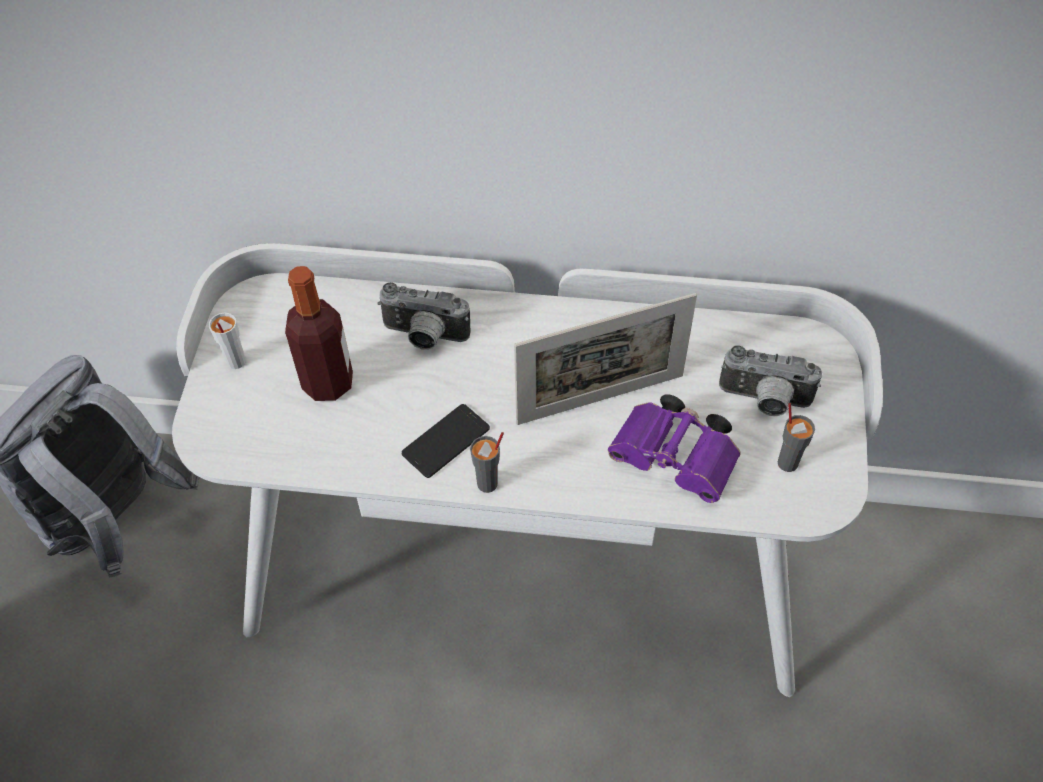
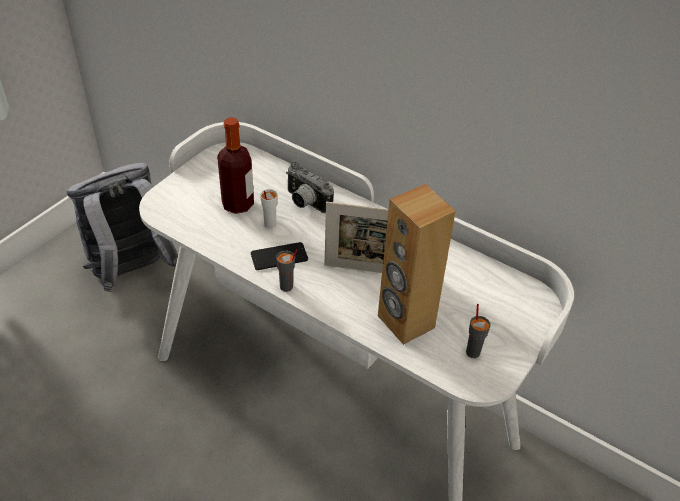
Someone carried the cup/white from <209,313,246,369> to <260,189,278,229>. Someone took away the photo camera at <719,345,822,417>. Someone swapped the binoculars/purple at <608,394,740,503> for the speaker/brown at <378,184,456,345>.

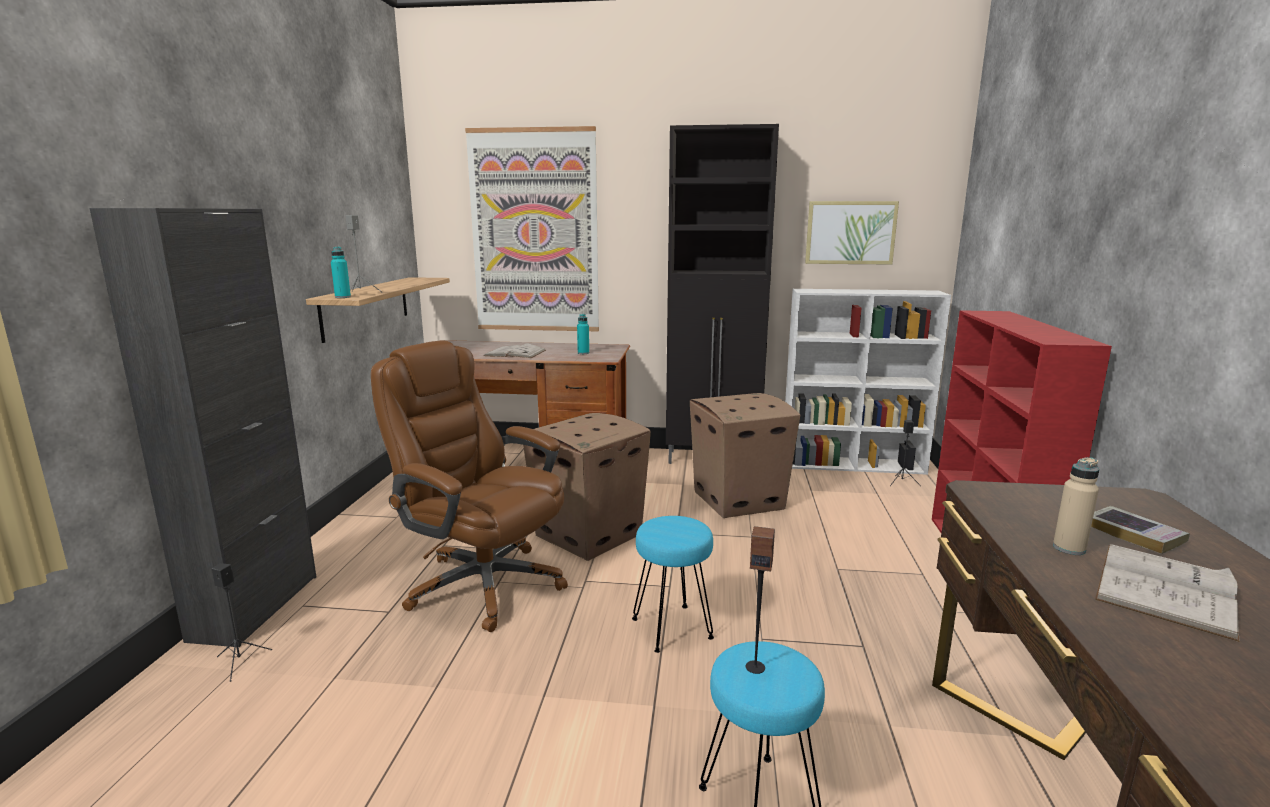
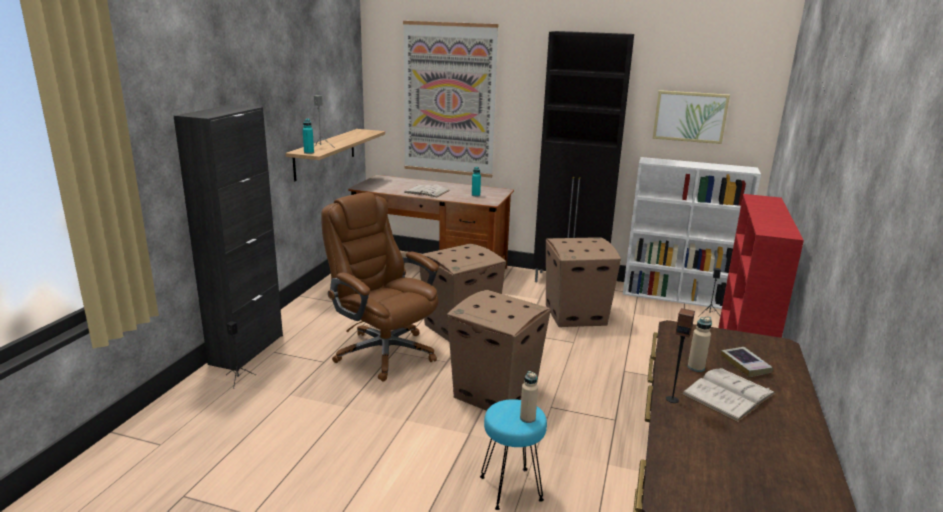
Someone swapped the stool/turquoise at <632,516,714,653> for the cardboard box at <447,290,551,411>. Someone carried the speaker from <746,526,775,674> to <666,308,695,403>. Someone put down the bottle/beige at <520,371,538,423>.

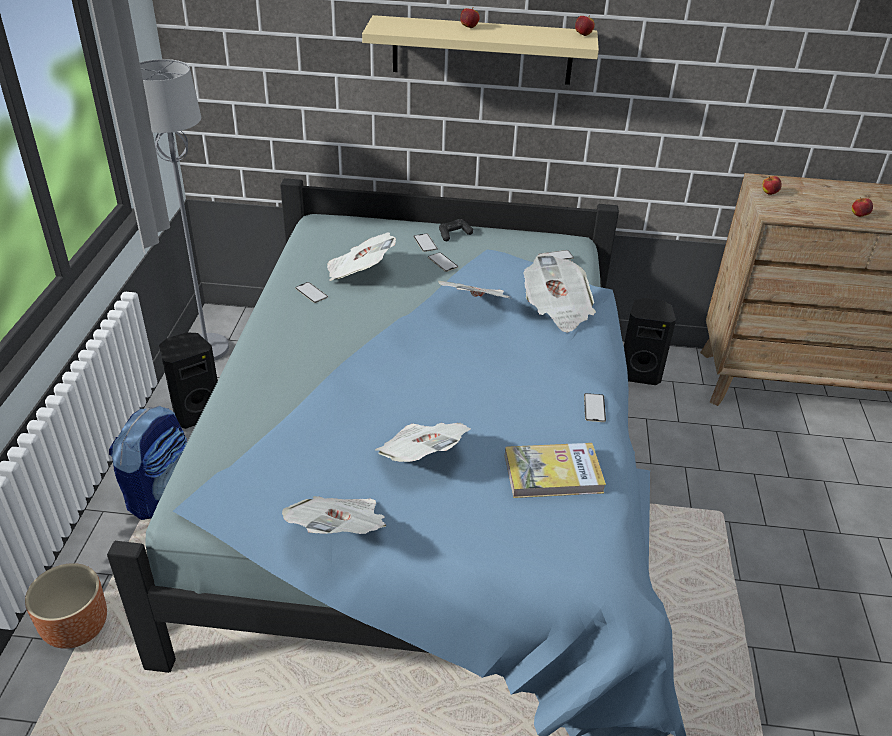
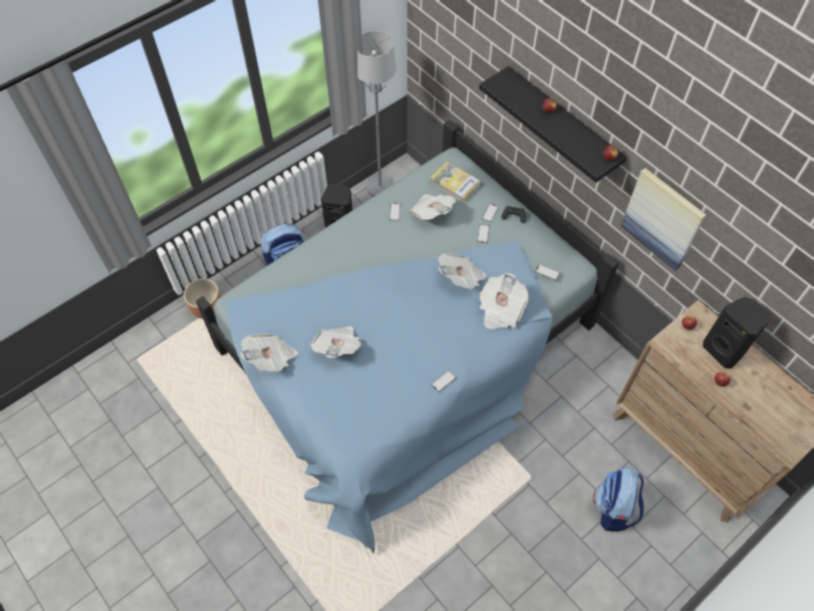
Someone repainted the shelf/beige at <362,15,599,85>, which became the shelf/black at <479,66,627,183>. Someone carried the speaker/black from <624,298,676,385> to <703,297,770,369>. Someone carried the book from <505,443,606,498> to <430,161,481,202>. Someone put up the picture at <621,168,706,271>. Someone put down the backpack at <593,466,644,532>.

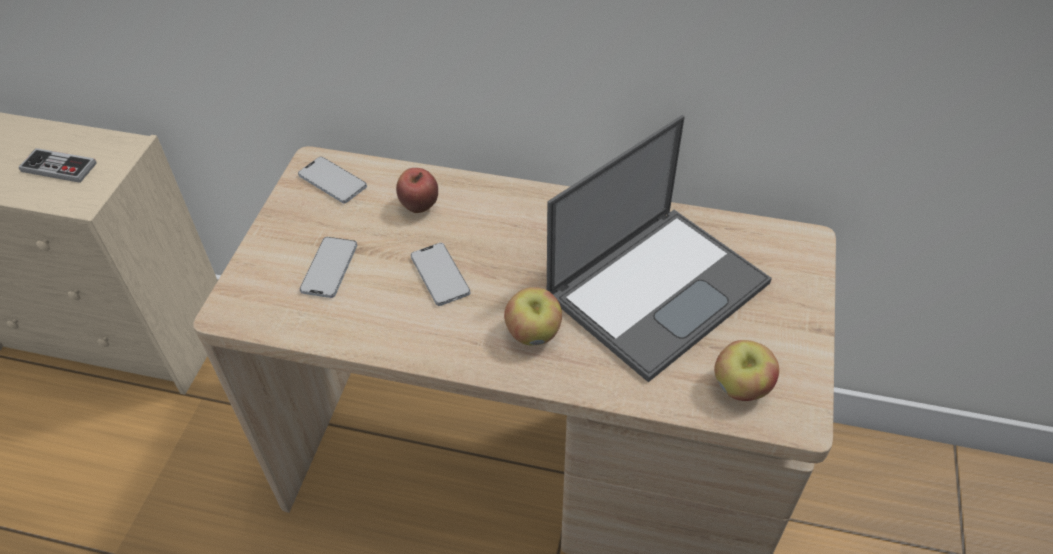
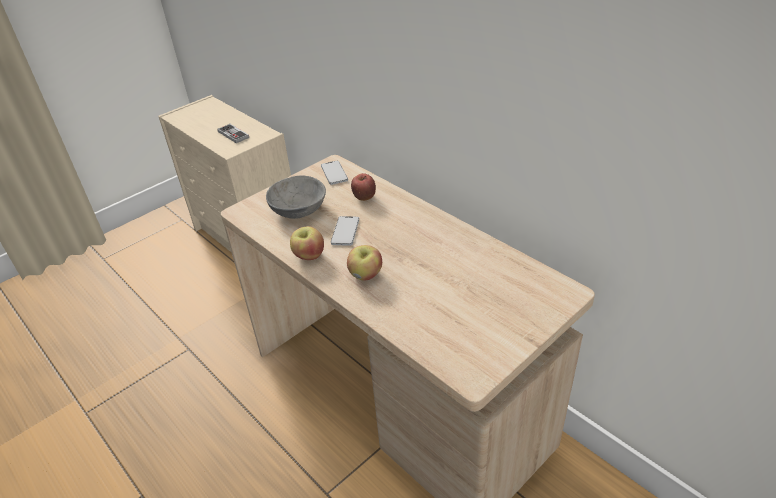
Someone took away the laptop at <547,115,772,382>. Someone swapped the phone at <300,237,357,298> for the bowl/grey at <266,175,326,219>. Someone carried the apple from <714,340,779,401> to <290,226,324,260>.

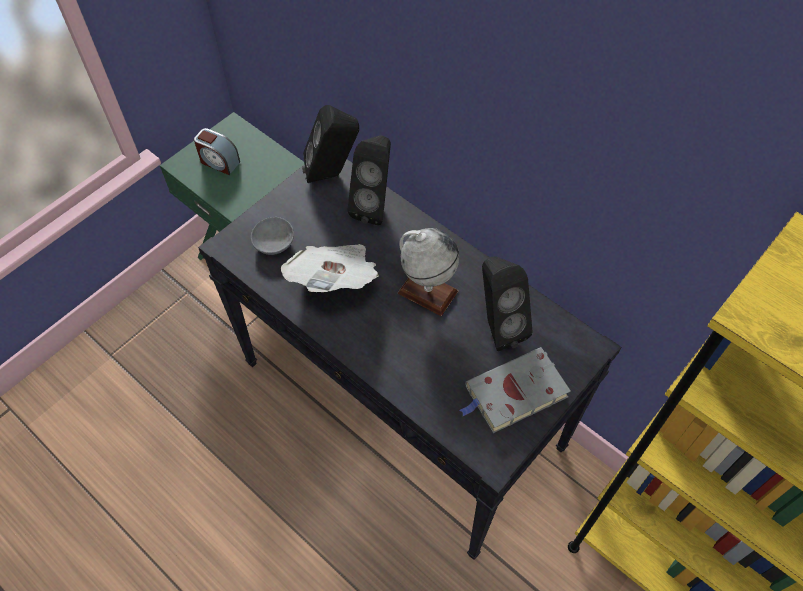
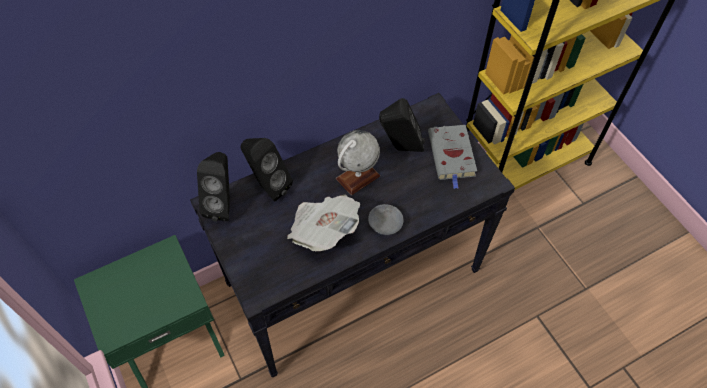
Someone took away the alarm clock at <194,128,240,175>. Someone carried the bowl/grey from <251,217,294,255> to <368,204,404,235>.

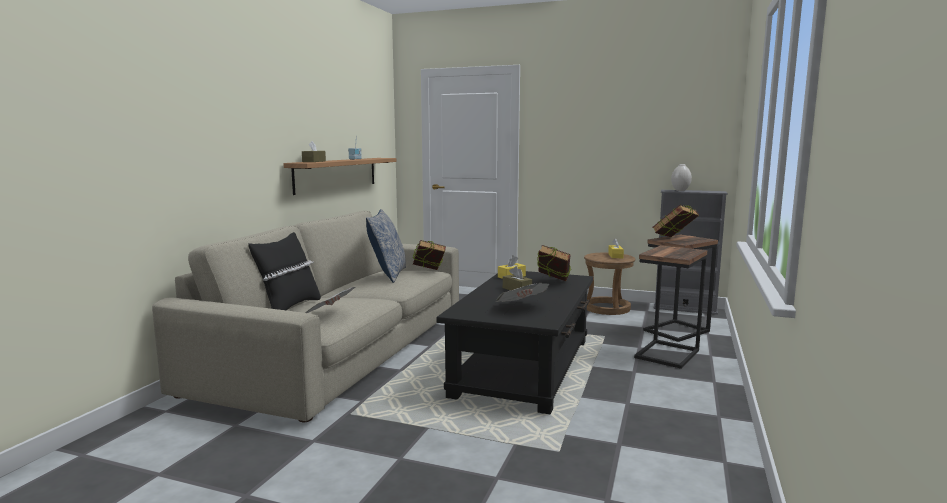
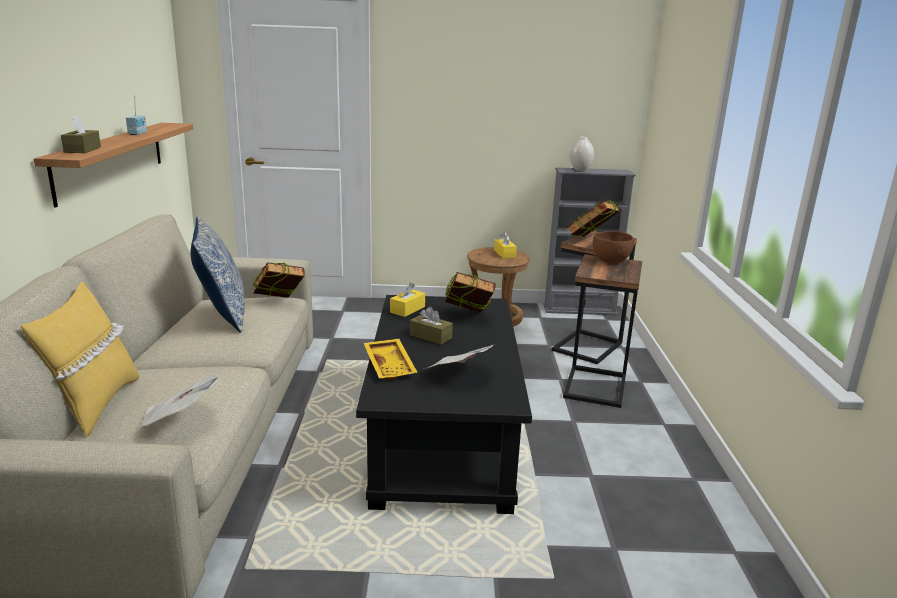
Someone repainted the pillow/black at <248,232,321,310>, which became the pillow/yellow at <21,282,139,437>. Someone put down the bowl/brown at <593,231,634,264>. Someone put down the tray/yellow at <364,339,417,380>.

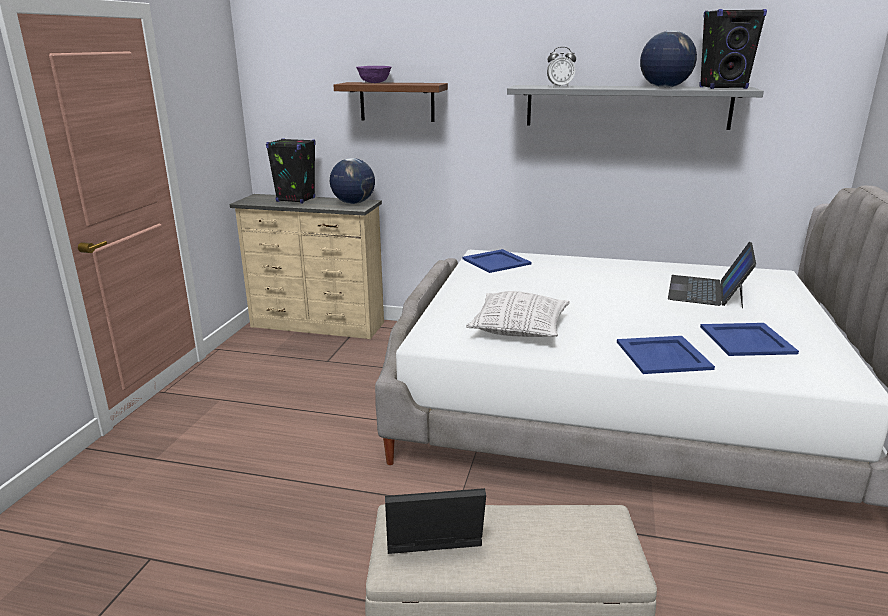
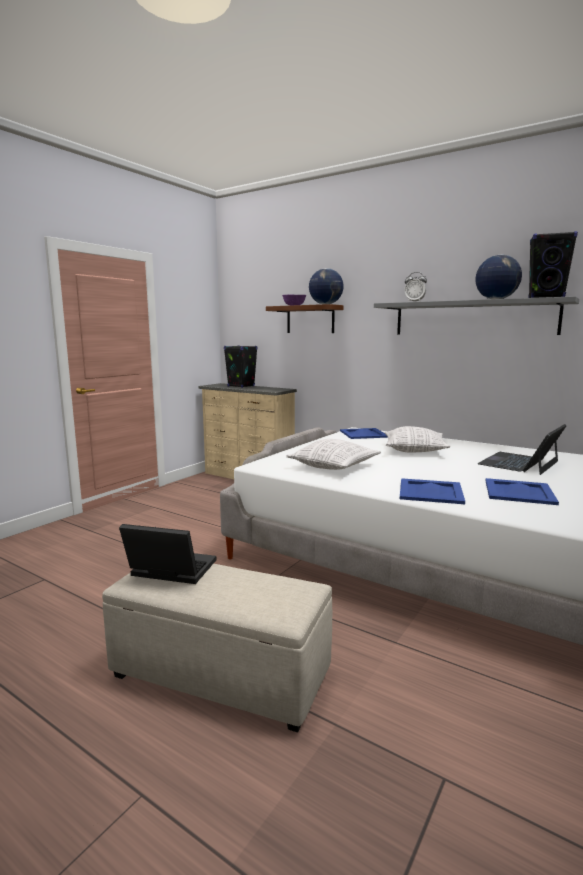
Someone carried the globe from <330,158,375,204> to <309,268,344,304>. Someone put down the pillow at <384,426,451,453>.

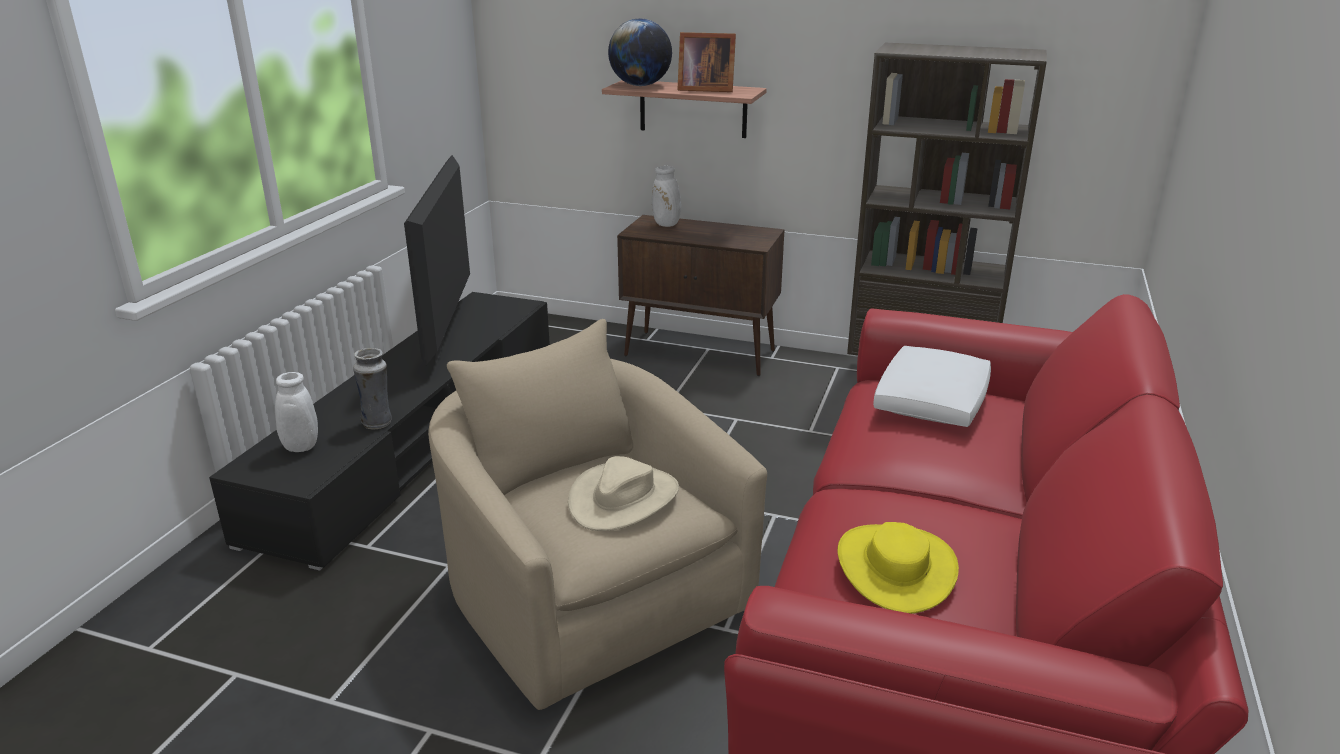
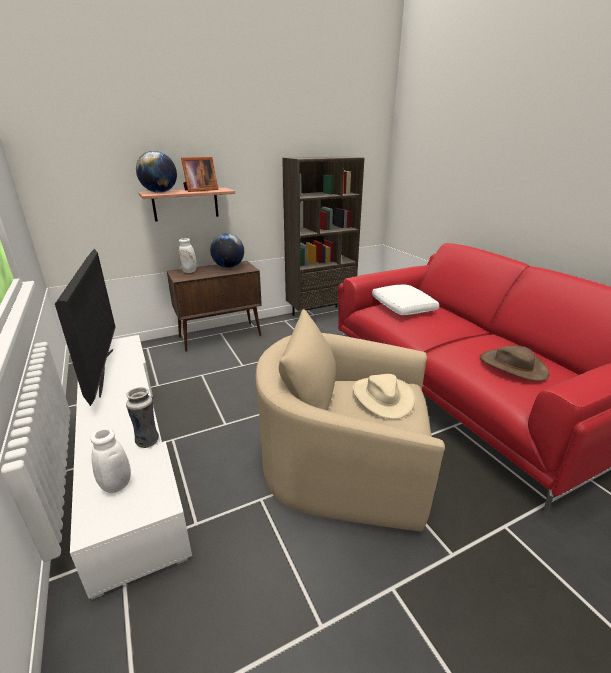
Someone rotated the television at <404,155,470,366> by 150 degrees counterclockwise. Someone repainted the tv stand/black at <209,292,550,571>, which became the tv stand/white at <70,335,192,600>. Someone repainted the hat/yellow at <837,522,959,614>, which became the hat/brown at <480,346,549,381>. Someone put down the globe at <210,233,244,268>.

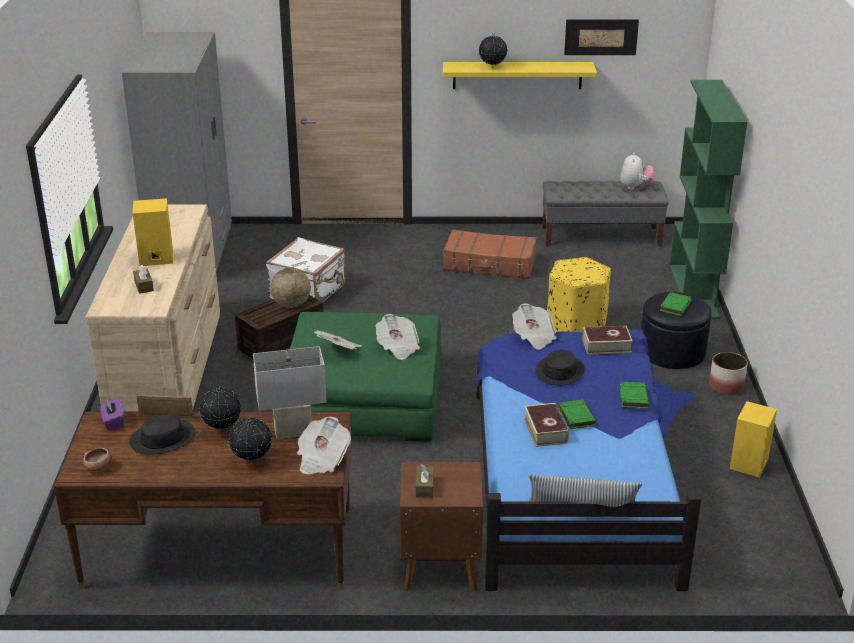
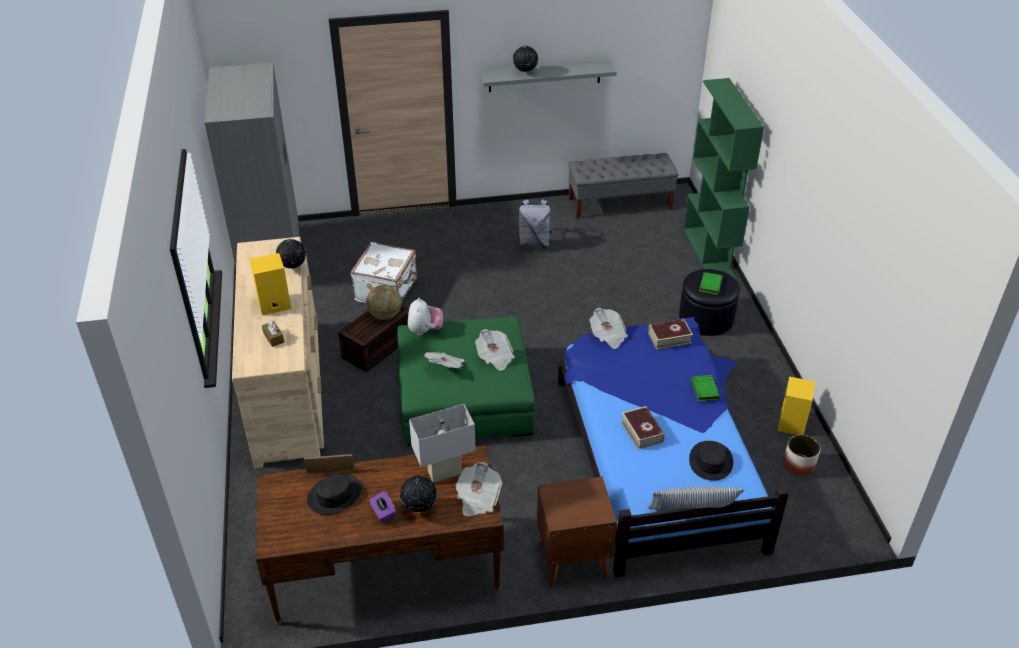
Someone took away the picture at <564,19,639,55>. Someone repainted the shelf/yellow at <443,62,597,89>, which became the shelf/grey at <479,59,617,92>. Someone carried the plush toy from <620,152,655,190> to <408,298,443,335>. Someone swapped the suitcase/brown at <443,229,537,279> for the backpack/grey at <517,199,553,248>. Someone took away the ottoman/yellow at <547,257,611,332>. Someone carried the hat/black from <535,350,585,386> to <689,441,733,481>. Someone carried the planter from <709,352,748,395> to <783,435,820,476>. Someone carried the globe from <199,387,241,430> to <276,238,306,269>. Someone carried the tissue box/purple from <100,398,124,430> to <369,491,396,524>. Someone took away the book/green at <558,400,597,429>. Someone took away the bowl at <83,448,112,472>. Someone took away the tissue box/brown at <415,464,434,498>.

